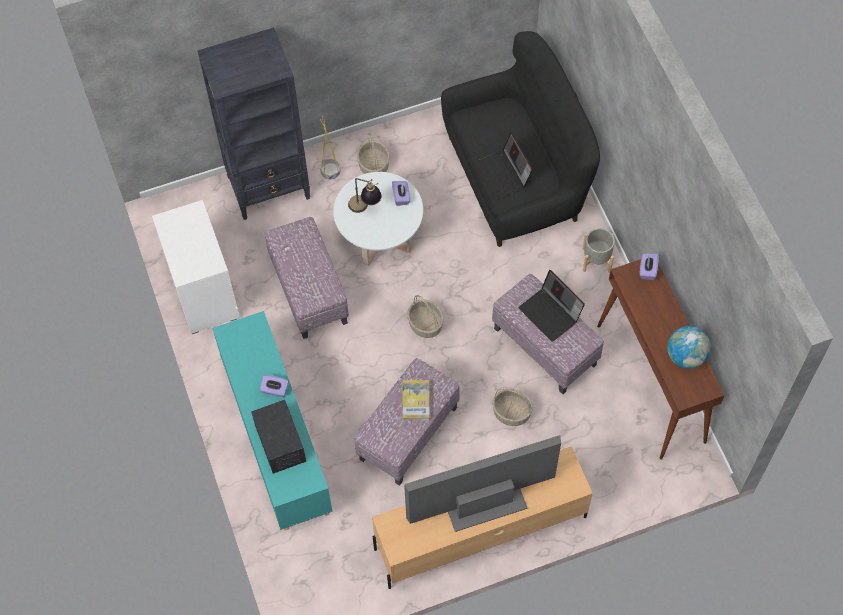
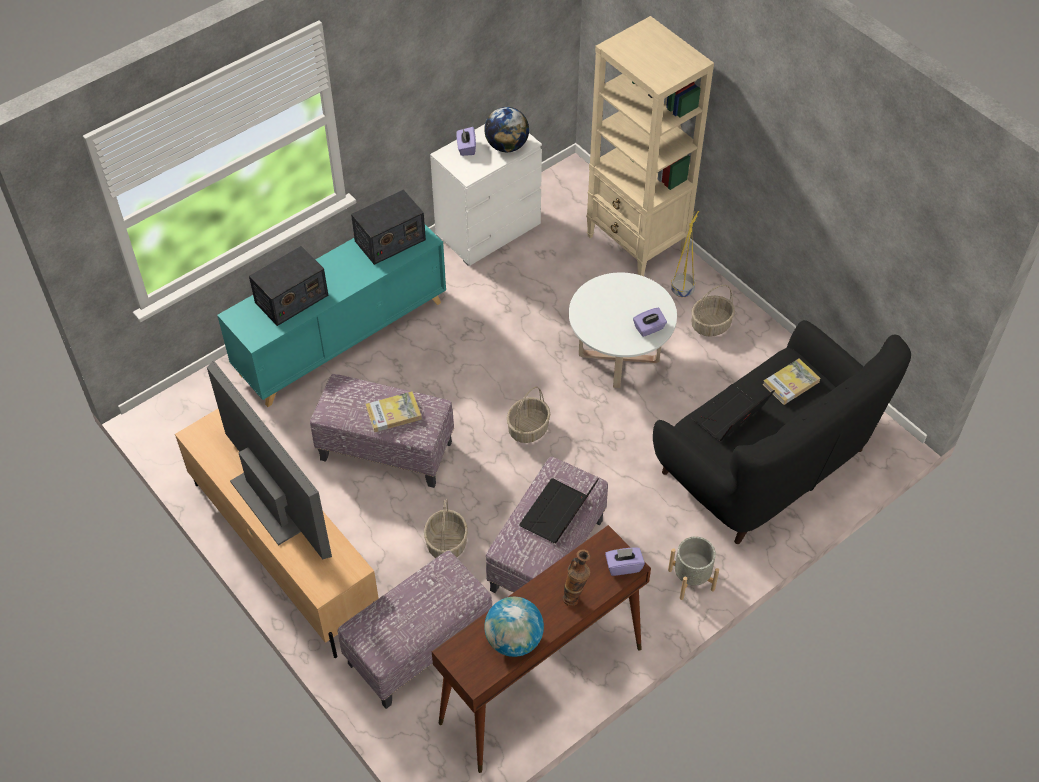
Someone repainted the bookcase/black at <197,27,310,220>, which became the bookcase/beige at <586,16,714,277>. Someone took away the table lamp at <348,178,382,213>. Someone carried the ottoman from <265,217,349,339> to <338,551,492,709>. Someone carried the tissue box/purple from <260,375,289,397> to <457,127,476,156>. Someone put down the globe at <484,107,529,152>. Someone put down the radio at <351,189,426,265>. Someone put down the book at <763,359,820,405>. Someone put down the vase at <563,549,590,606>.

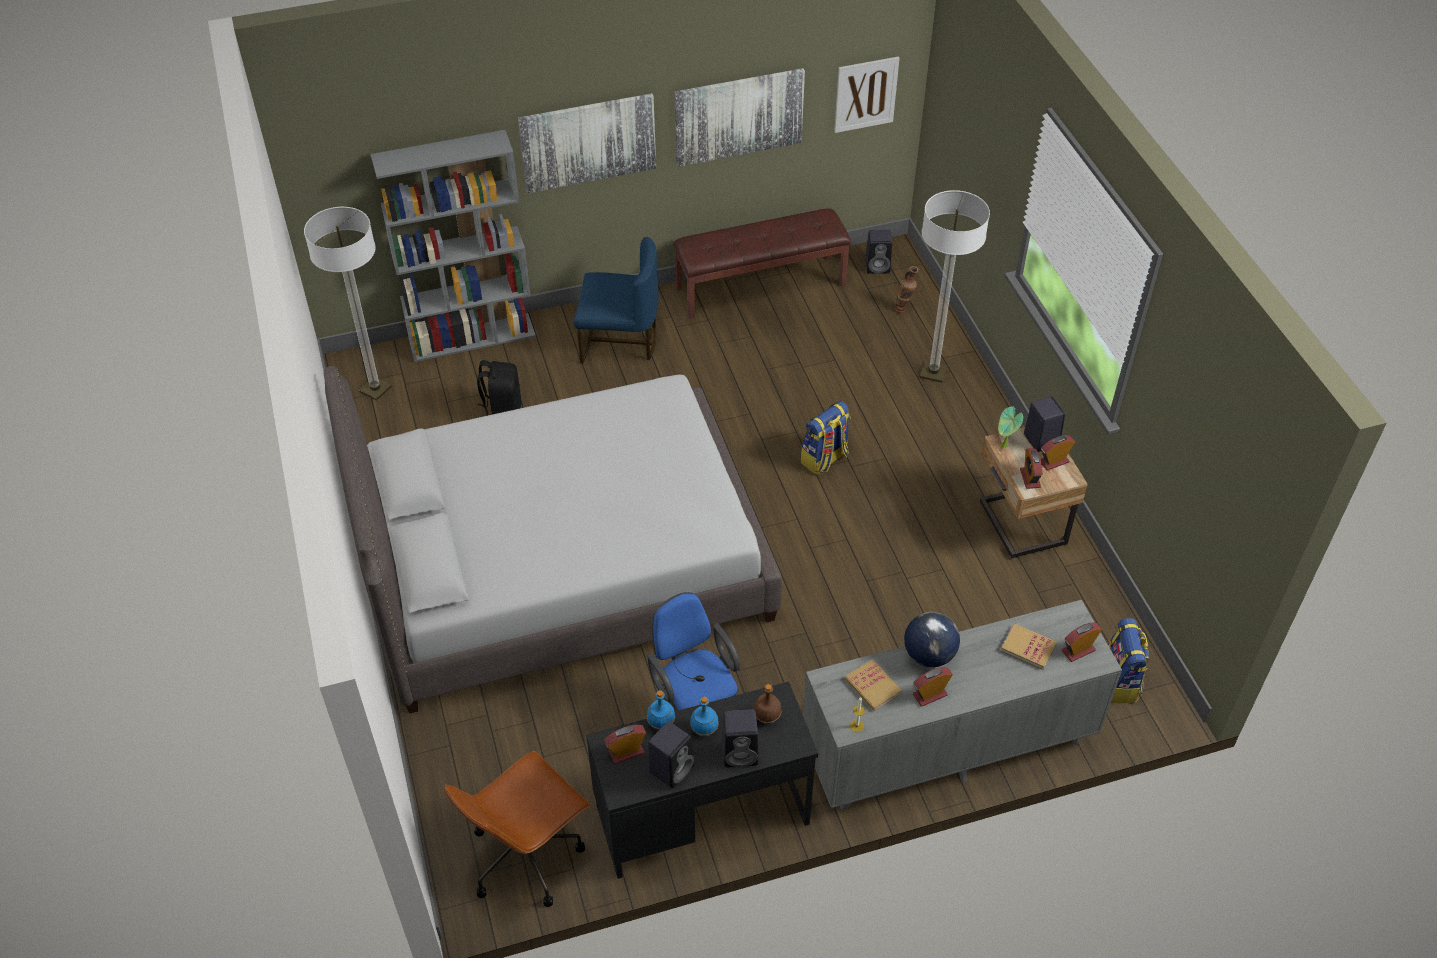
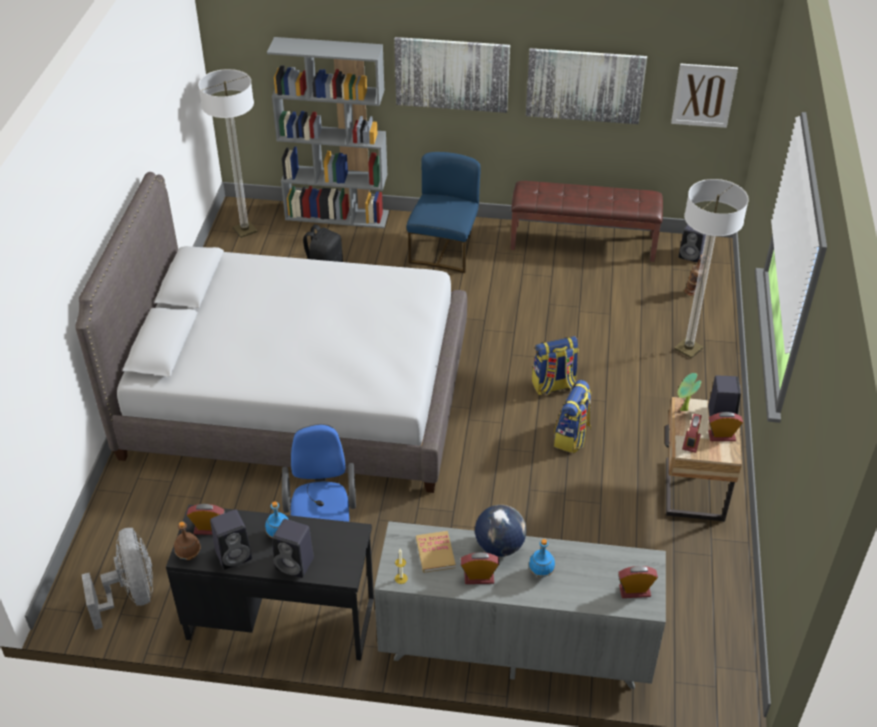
Someone rotated the chair/blue at <574,237,659,364> by 105 degrees counterclockwise. Someone carried the backpack from <1108,618,1149,703> to <554,380,592,453>. Someone took away the book at <1001,624,1057,670>. Someone carried the bottle/brown from <753,684,782,723> to <174,522,201,560>. Someone carried the bottle/blue from <647,690,675,729> to <529,539,555,578>. Someone swapped the office chair/brown at <444,751,590,907> for the fan/grey at <82,528,153,630>.

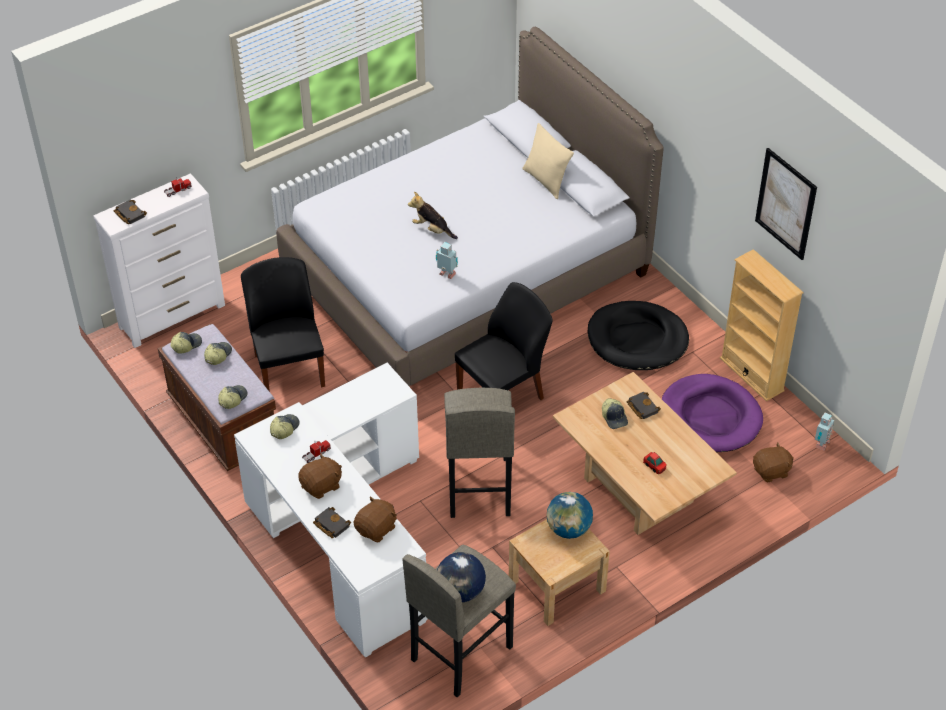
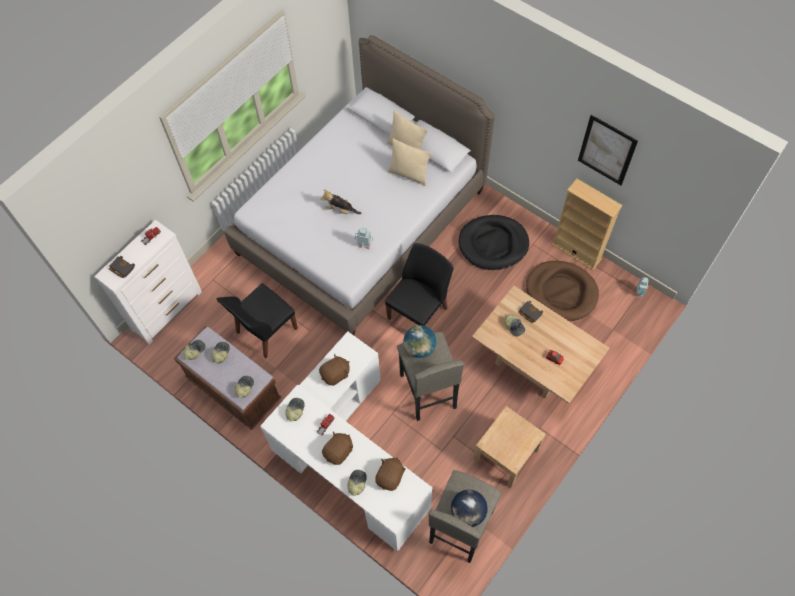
Someone rotated the chair/black at <241,257,325,392> by 105 degrees counterclockwise. Someone repainted the dog bed/purple at <662,374,763,452>, which became the dog bed/brown at <526,261,599,321>. Someone carried the plush toy/brown from <753,442,794,482> to <319,354,350,386>. Someone carried the globe from <547,492,593,539> to <403,325,437,358>. Someone swapped the book/black at <313,507,351,538> for the cap at <347,470,367,496>. Someone put down the pillow/beige at <388,139,432,186>.

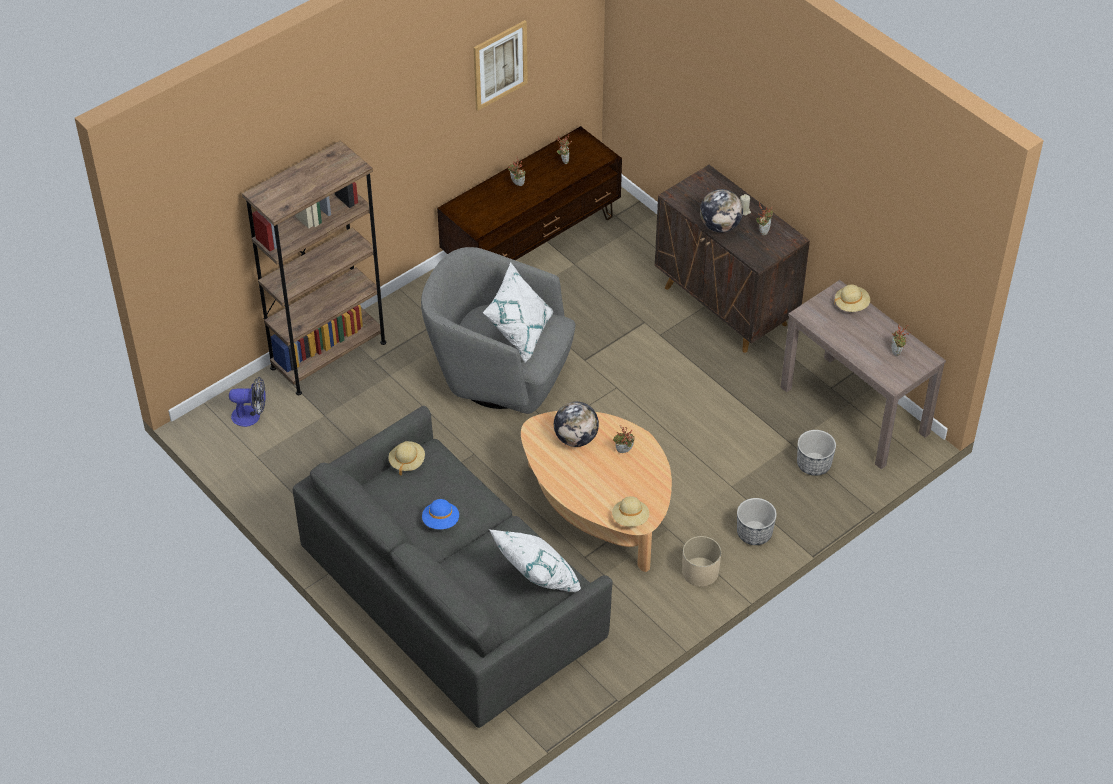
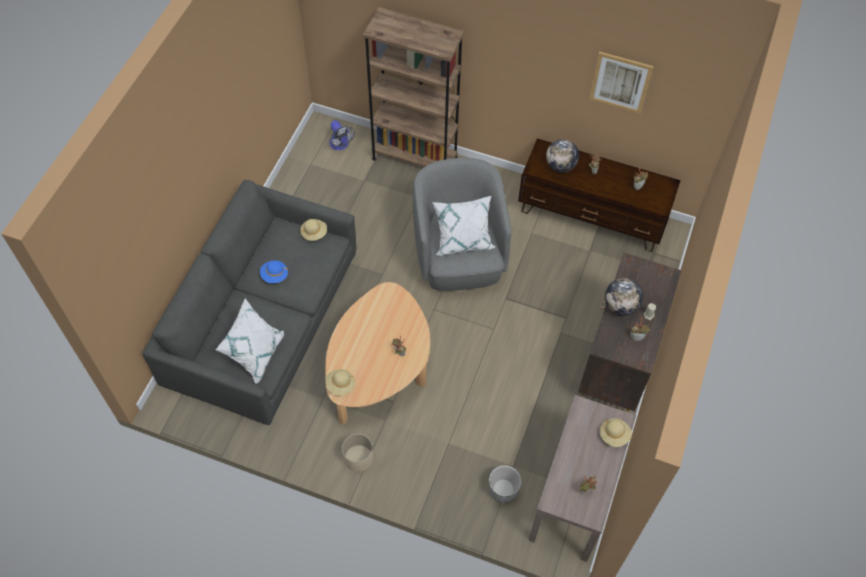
Someone carried the globe from <554,402,599,447> to <546,139,579,172>. Someone took away the planter at <737,498,777,545>.

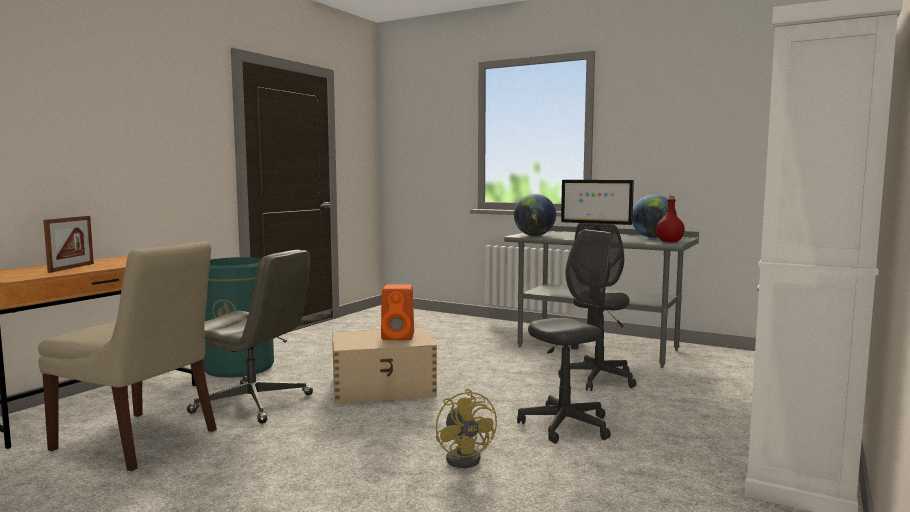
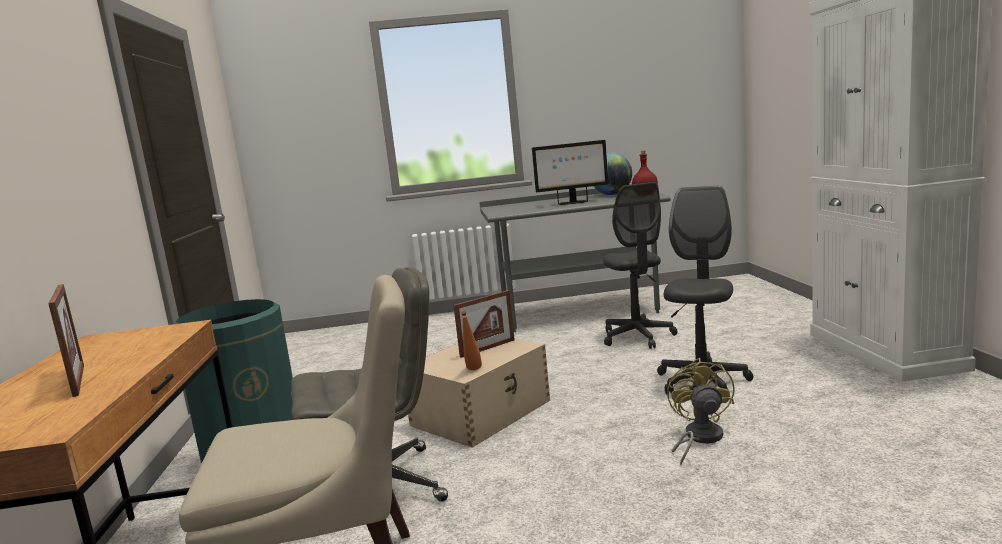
Someone took away the globe at <514,194,556,236>. Someone swapped the speaker/orange at <381,284,414,340> for the picture frame at <453,290,515,358>. Someone rotated the fan/yellow at <436,389,497,468> by 120 degrees counterclockwise. Someone put down the bottle/orange at <461,311,482,370>.

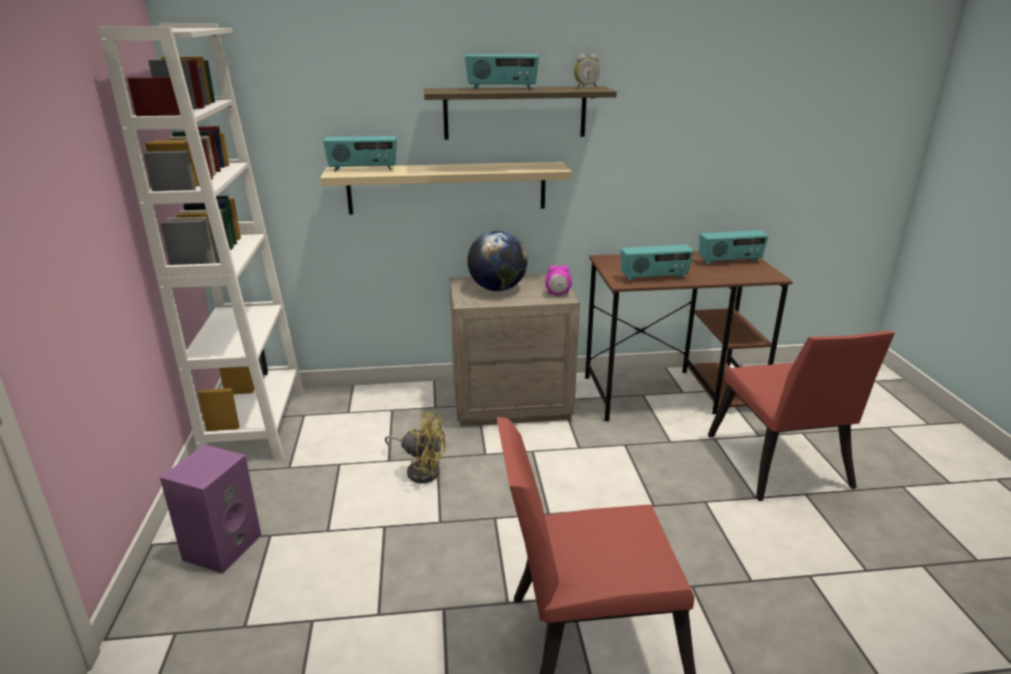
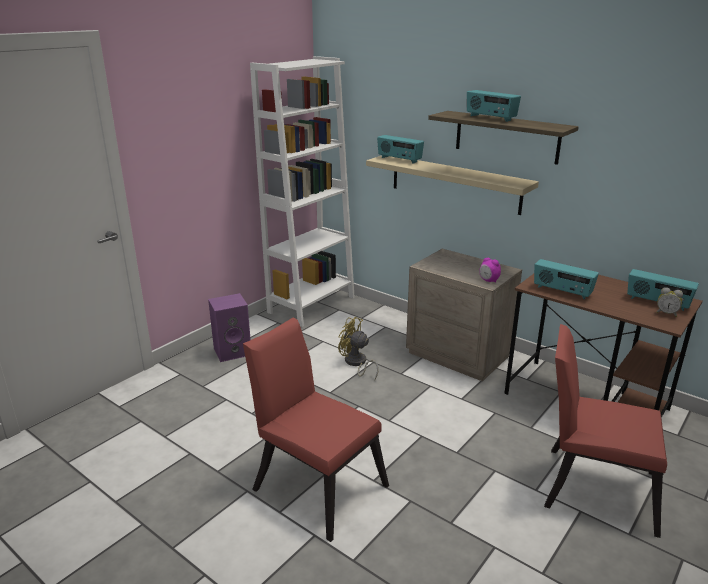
Someone carried the alarm clock from <574,54,600,88> to <656,287,683,317>. Someone took away the globe at <467,230,528,291>. Someone rotated the chair/red at <708,331,895,501> by 75 degrees clockwise. Someone rotated the fan/yellow at <385,411,446,483> by 150 degrees clockwise.

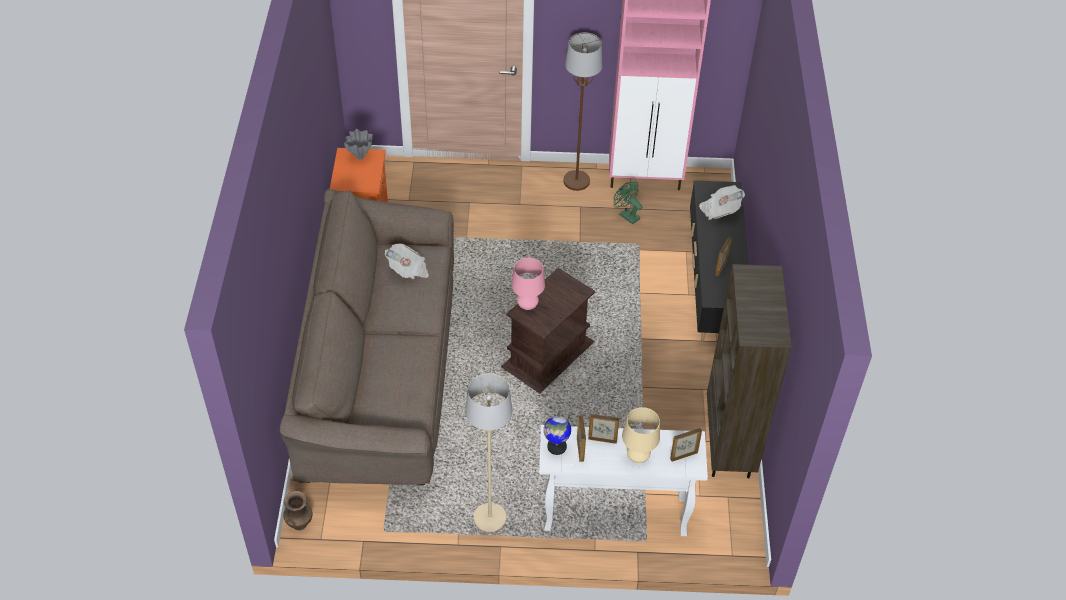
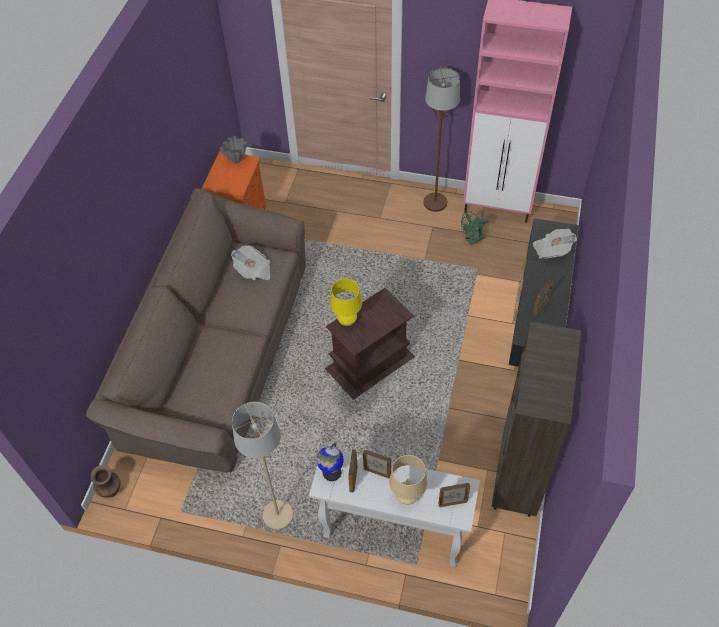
Someone rotated the fan/green at <614,182,642,224> by 90 degrees counterclockwise. Someone repainted the table lamp/pink at <511,258,545,310>, which became the table lamp/yellow at <330,279,362,326>.

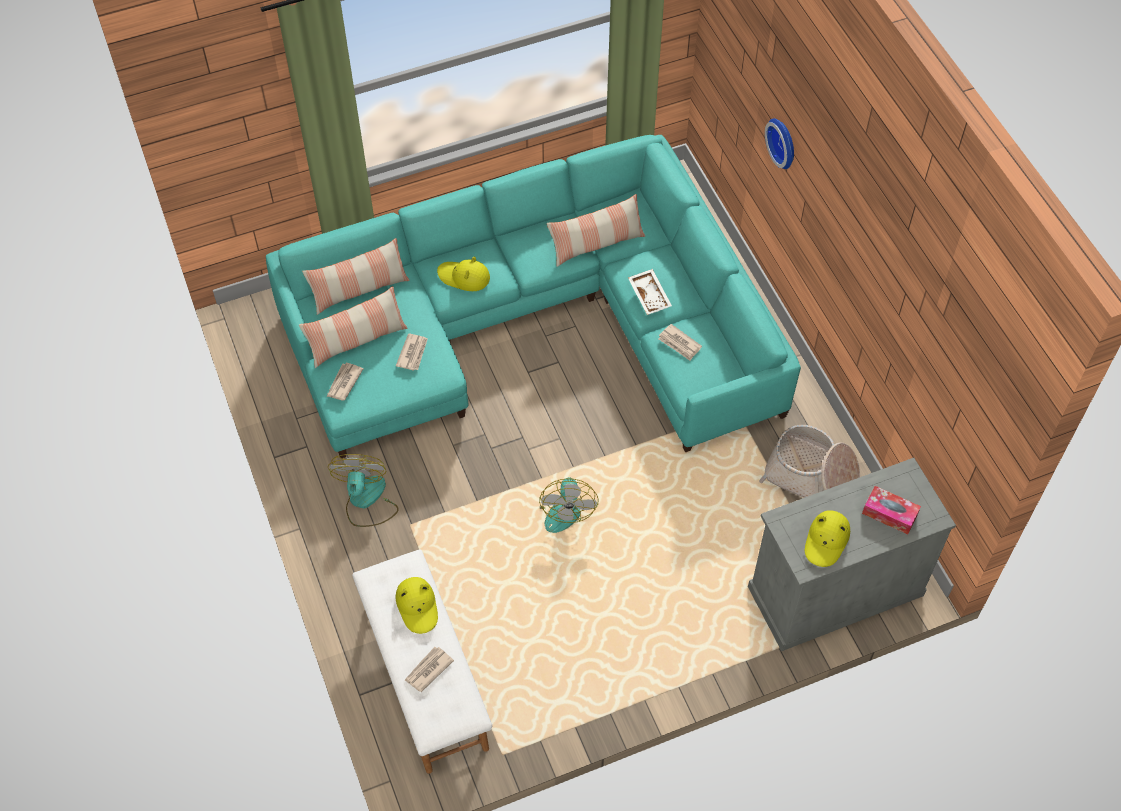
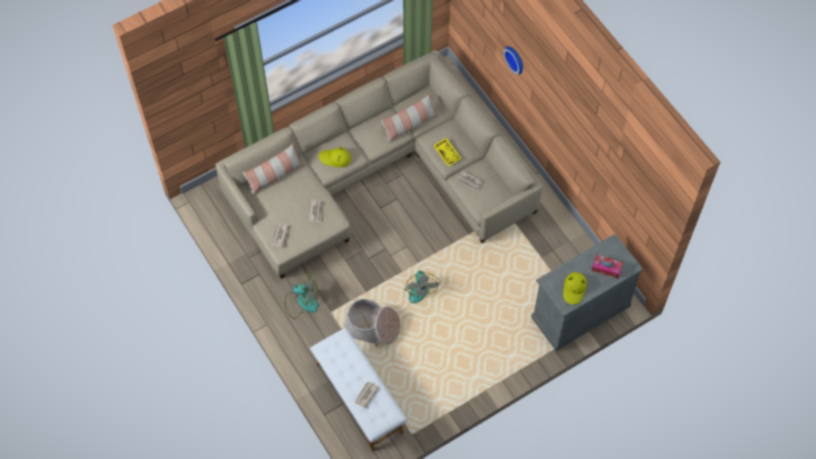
Someone repainted the sofa/turquoise at <266,135,801,458>, which became the sofa/beige at <216,50,543,279>. Someone repainted the tray/white at <628,269,672,315>, which became the tray/yellow at <433,137,462,167>. Someone took away the pillow at <299,286,408,368>. Someone carried the basket from <759,425,860,498> to <344,299,401,347>. Someone rotated the fan at <328,454,399,527> by 105 degrees clockwise. Someone took away the hat/yellow at <396,577,438,634>.

